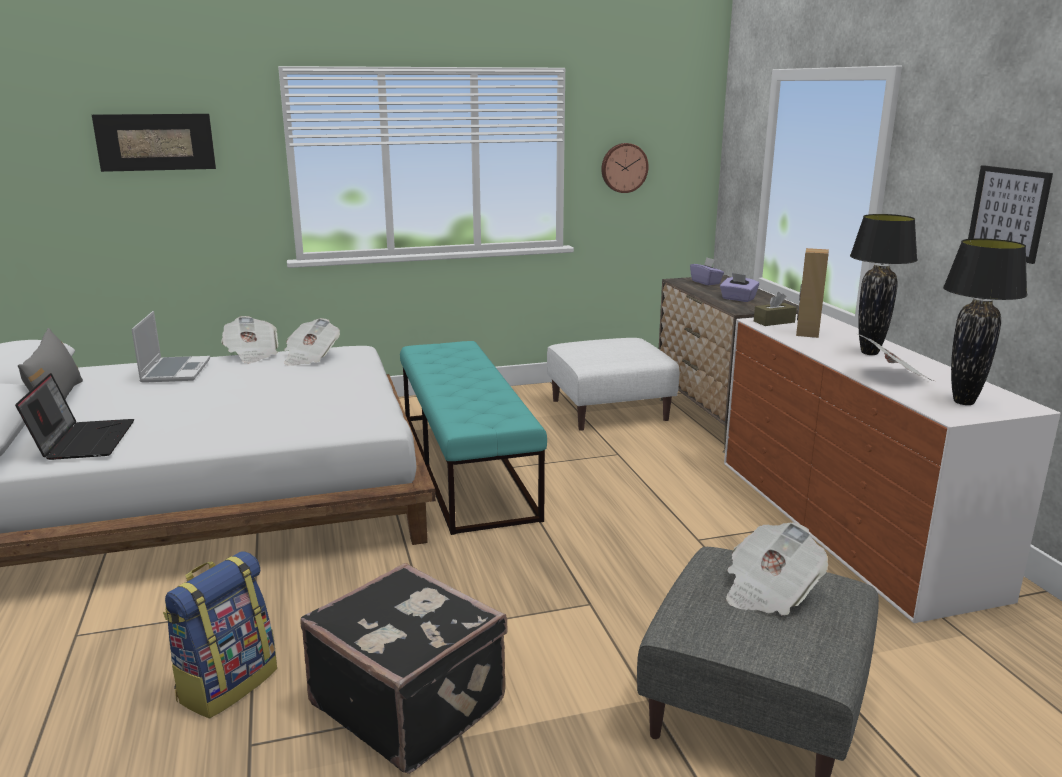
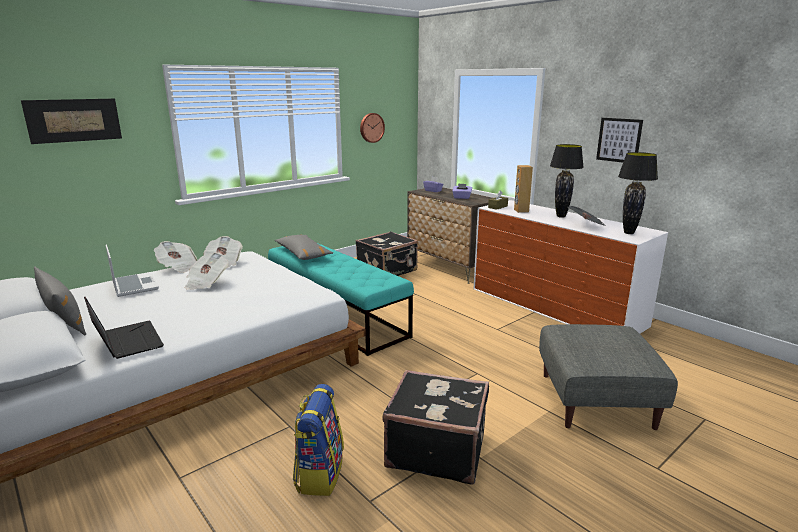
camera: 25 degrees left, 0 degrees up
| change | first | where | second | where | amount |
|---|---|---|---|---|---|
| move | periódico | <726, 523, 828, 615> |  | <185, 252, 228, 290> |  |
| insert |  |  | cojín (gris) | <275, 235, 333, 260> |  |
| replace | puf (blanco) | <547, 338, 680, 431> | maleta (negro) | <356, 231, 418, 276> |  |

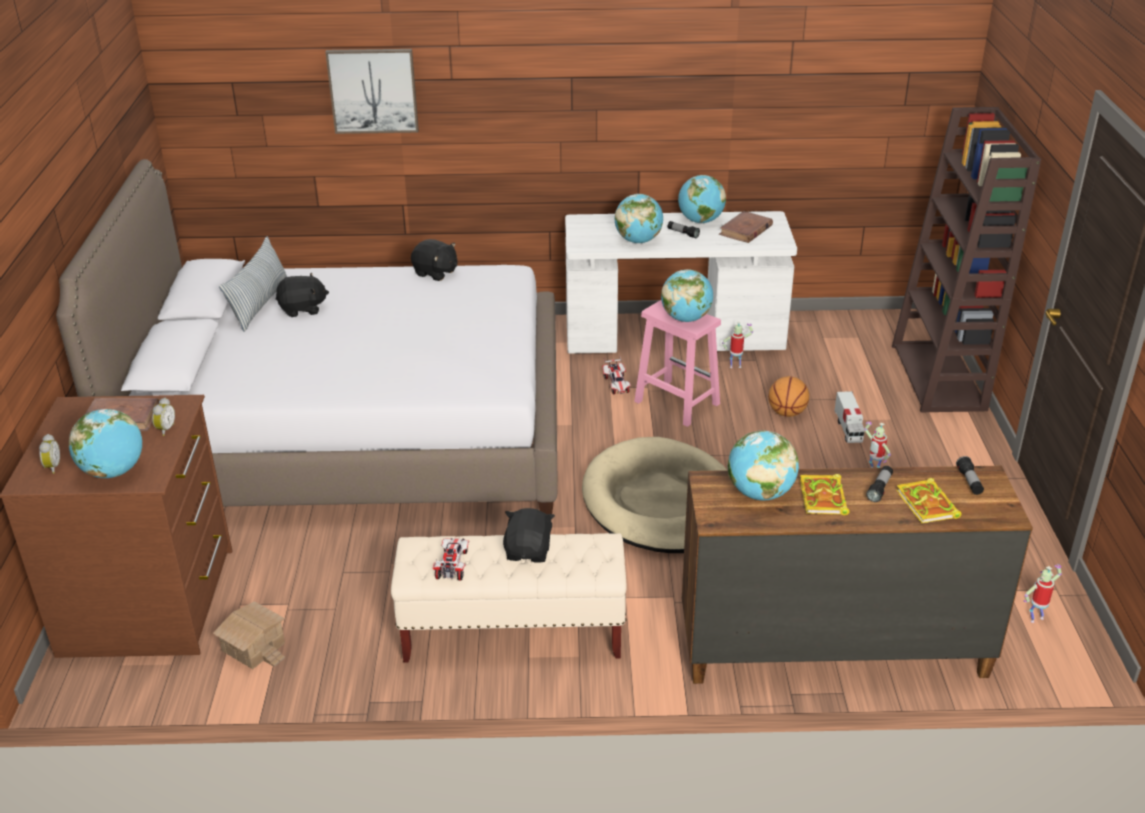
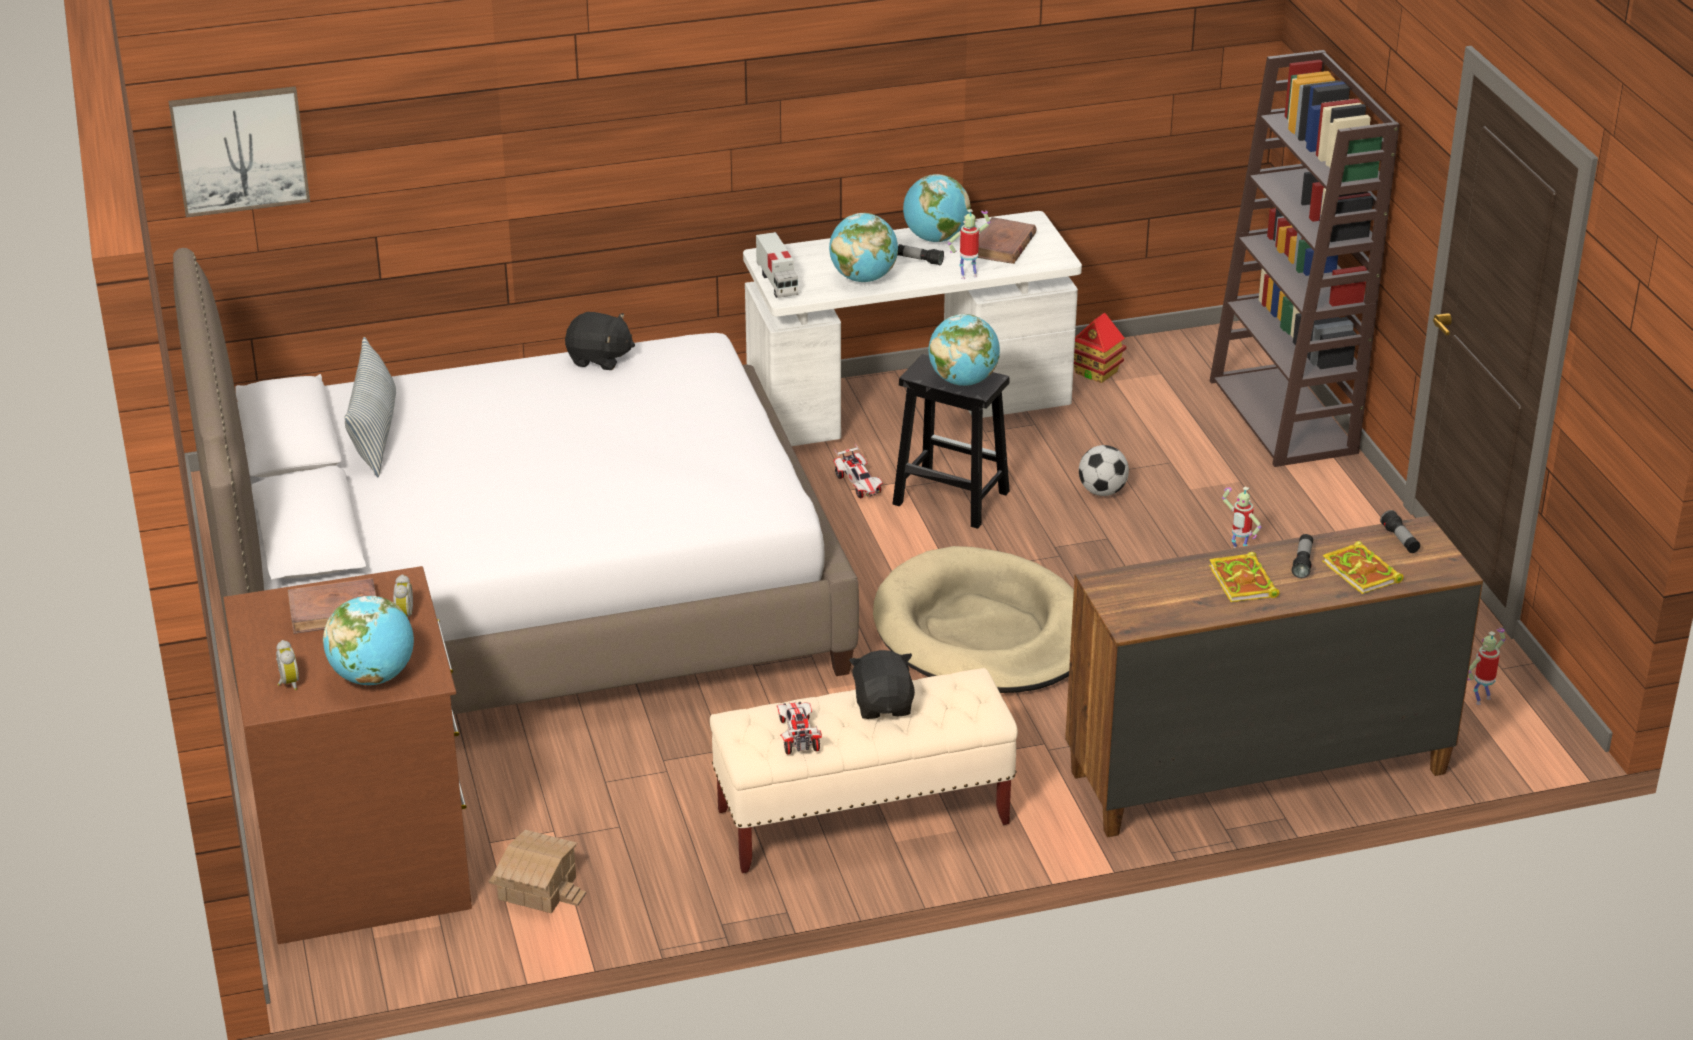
camera: 15 degrees left, 0 degrees up
| change | first | where | second | where | amount |
|---|---|---|---|---|---|
| move | cuadro | <325, 49, 419, 134> |  | <168, 86, 310, 218> |  |
| move | camión de juguete | <835, 391, 865, 443> |  | <756, 232, 798, 298> |  |
| recolor | taburete (rosa) | <634, 300, 721, 427> | taburete (negro) | <892, 354, 1010, 529> |  |
| move | robot de juguete | <722, 322, 753, 368> |  | <948, 209, 991, 279> |  |
| insert |  |  | casita | <1074, 313, 1127, 383> |  |
| replace | balón de baloncesto | <768, 376, 809, 417> | balón de fútbol | <1079, 445, 1129, 496> |  |
| delete | peluche (negro) | <276, 273, 329, 317> |  |  |  |
| delete | globo terráqueo | <728, 431, 799, 501> |  |  |  |

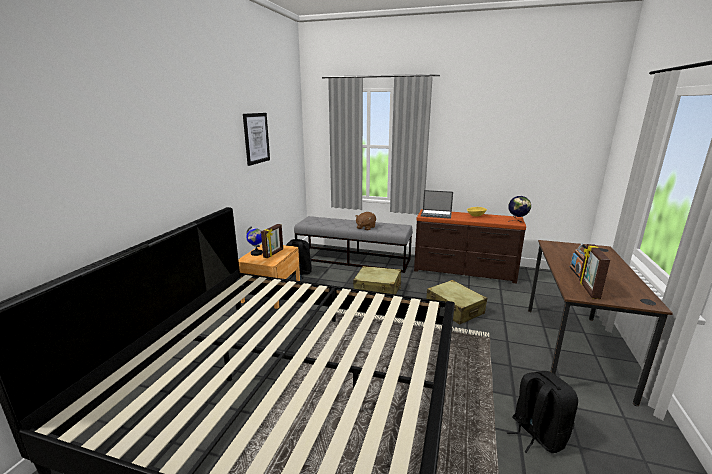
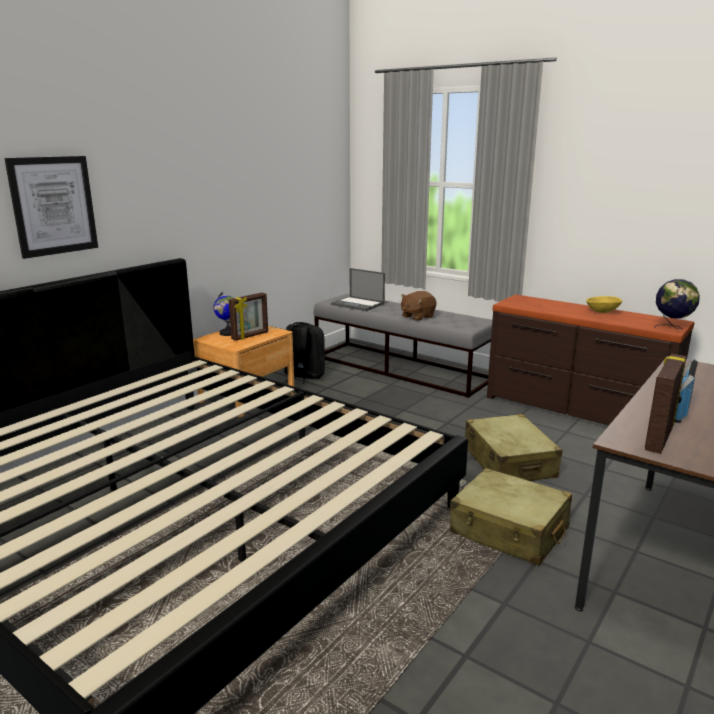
camera: 20 degrees right, 0 degrees up
| change | first | where | second | where | amount |
|---|---|---|---|---|---|
| move | cuadro | <243, 113, 270, 166> |  | <4, 156, 98, 259> |  |
| move | portátil | <421, 190, 453, 219> |  | <331, 268, 385, 311> |  |
| move | maleta (beis) | <353, 266, 401, 294> |  | <450, 468, 572, 566> |  |
| delete | mochila (negro) | <507, 371, 578, 453> |  |  |  |

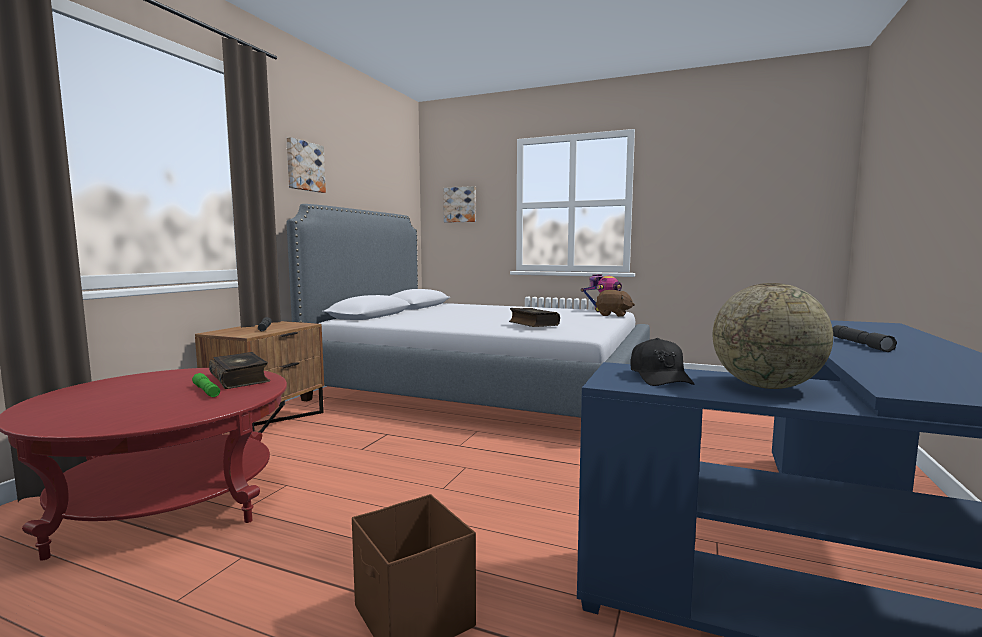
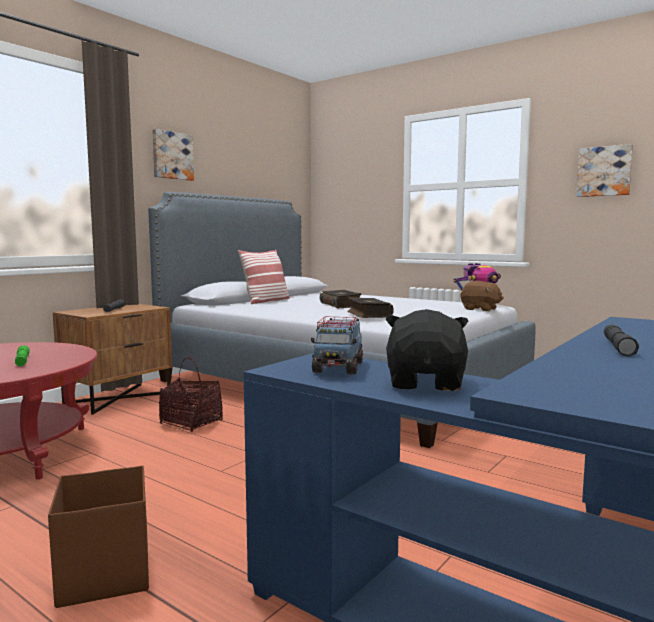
camera: 15 degrees right, 0 degrees up
| change | first | where | second | where | amount |
|---|---|---|---|---|---|
| insert |  |  | cesta | <159, 357, 223, 432> |  |
| insert |  |  | cojín | <238, 250, 290, 304> |  |
| replace | gorra (negro) | <630, 338, 694, 386> | camión de juguete | <311, 317, 363, 375> |  |
| move | libro | <209, 352, 270, 389> |  | <320, 290, 362, 308> |  |
| replace | globo terráqueo | <713, 283, 833, 389> | peluche (negro) | <386, 309, 469, 391> |  |
| move | cuadro | <443, 186, 476, 223> |  | <576, 144, 633, 197> |  |

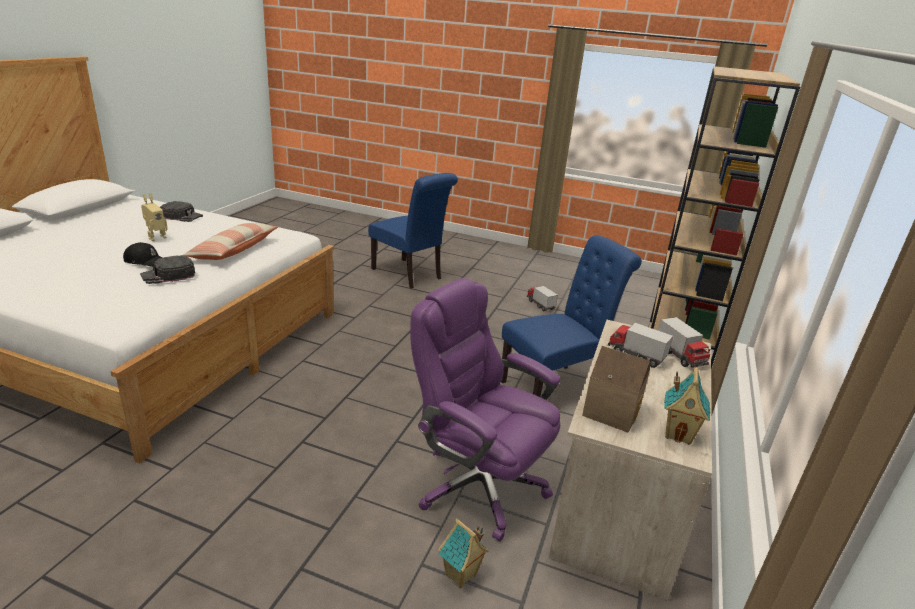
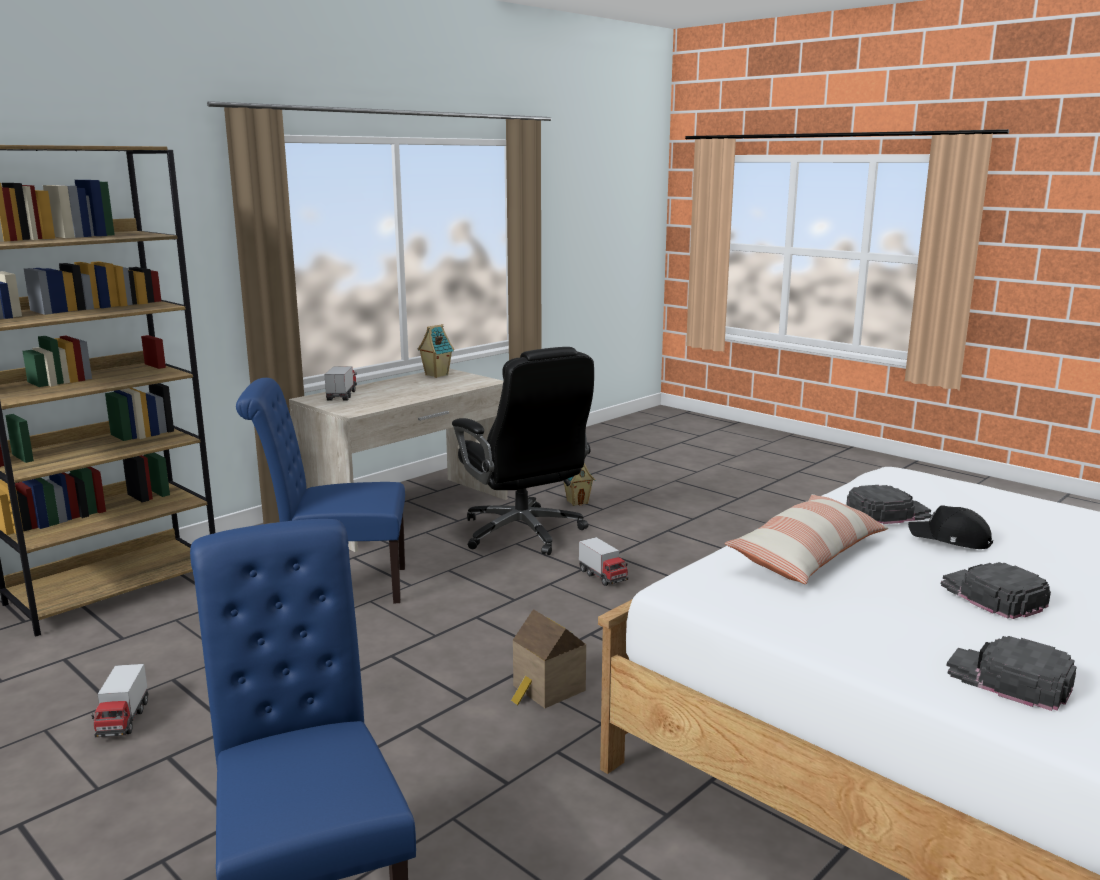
camera: 155 degrees left, 10 degrees down
| change | first | where | second | where | amount |
|---|---|---|---|---|---|
| recolor | silla de oficina (morado) | <410, 278, 560, 542> | silla de oficina (negro) | <452, 347, 594, 555> |  |
| move | casita | <582, 346, 650, 433> |  | <511, 609, 586, 708> |  |
| move | camión de juguete | <608, 323, 673, 368> |  | <579, 537, 628, 586> |  |
| replace | robot de juguete | <141, 193, 168, 241> | gorra (negro) | <941, 562, 1051, 619> |  |

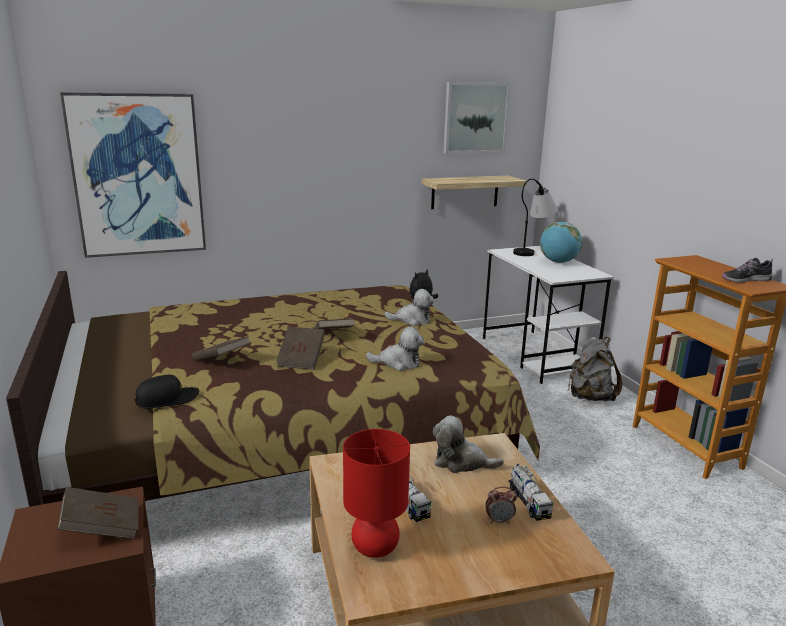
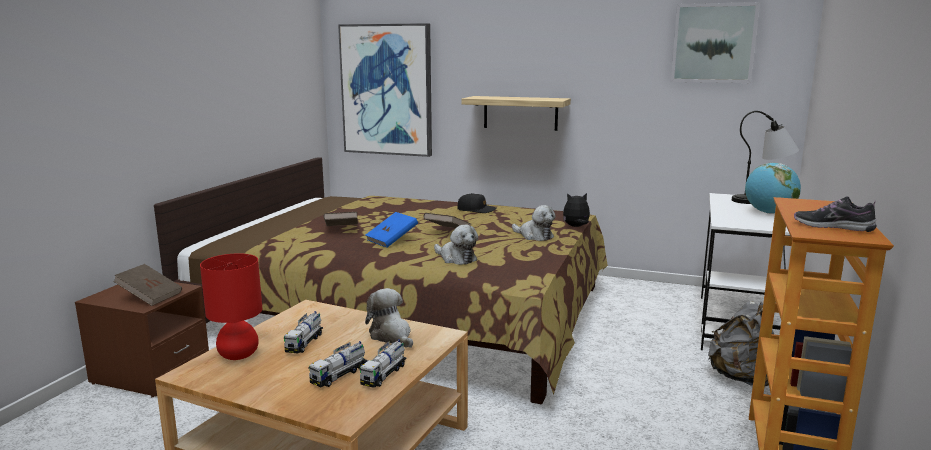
camera: 40 degrees right, 5 degrees down
| change | first | where | second | where | amount |
|---|---|---|---|---|---|
| replace | despertador | <485, 487, 517, 524> | camión de juguete | <309, 341, 368, 387> |  |
| recolor | libro (marrón) | <276, 327, 325, 370> | libro (azul) | <366, 212, 418, 248> |  |
| move | gorra (negro) | <135, 375, 199, 409> |  | <457, 193, 497, 213> |  |
| move | estante | <422, 176, 527, 209> |  | <461, 96, 571, 131> |  |

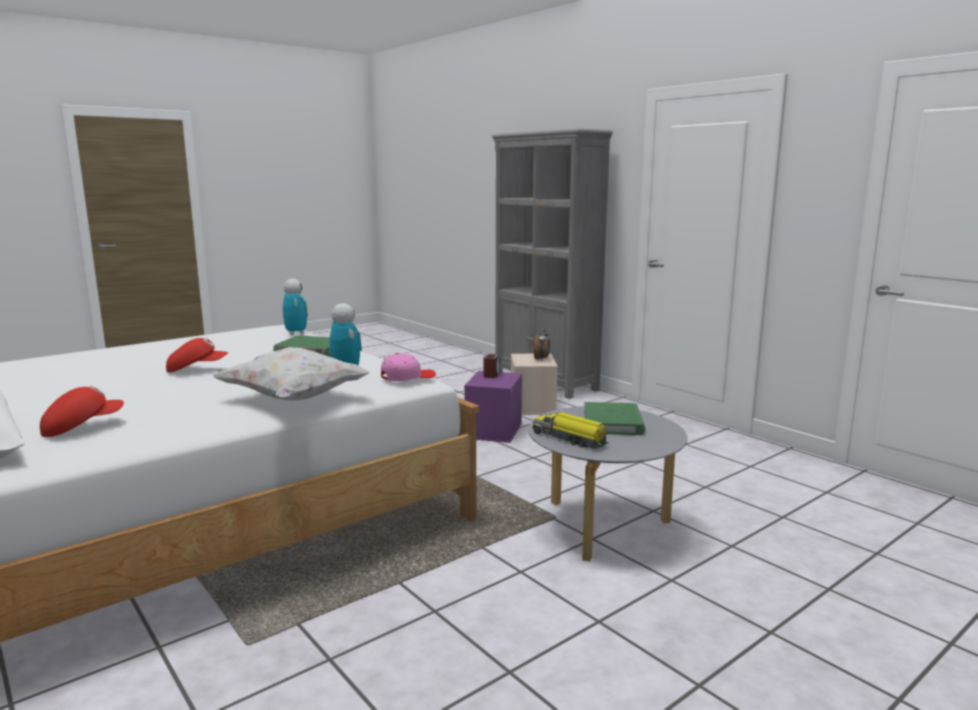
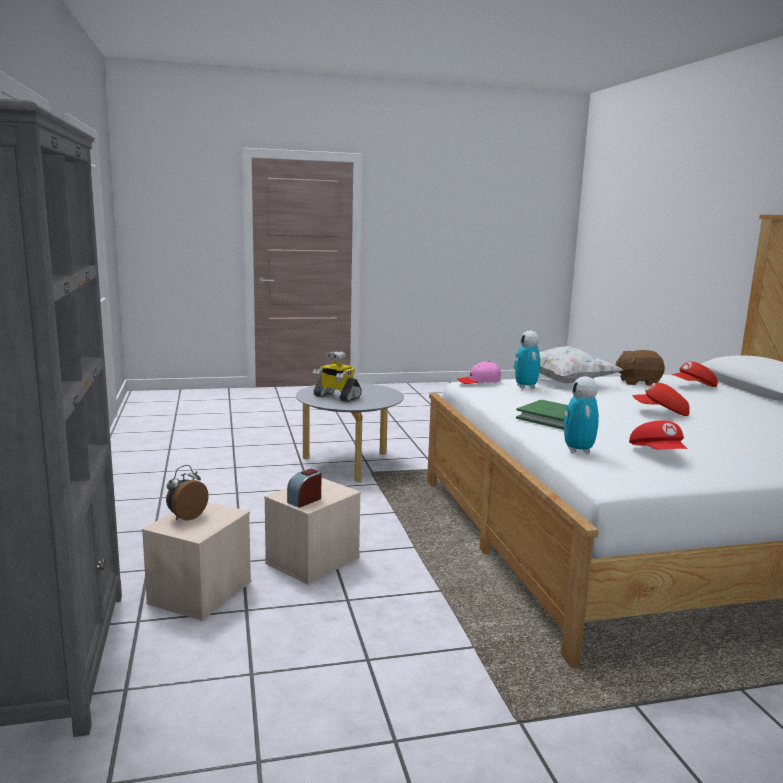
camera: 155 degrees left, 0 degrees up
| change | first | where | second | where | amount |
|---|---|---|---|---|---|
| recolor | caja de almacenaje (morado) | <464, 371, 522, 443> | caja de almacenaje (beis) | <264, 478, 361, 584> |  |
| replace | libro (verde) | <584, 402, 645, 435> | robot de juguete | <313, 351, 362, 402> |  |
| insert |  |  | peluche (marrón) | <615, 350, 665, 385> |  |
| insert |  |  | gorra (rojo) | <629, 420, 687, 449> |  |
| delete | camión de juguete | <533, 412, 609, 449> |  |  |  |

